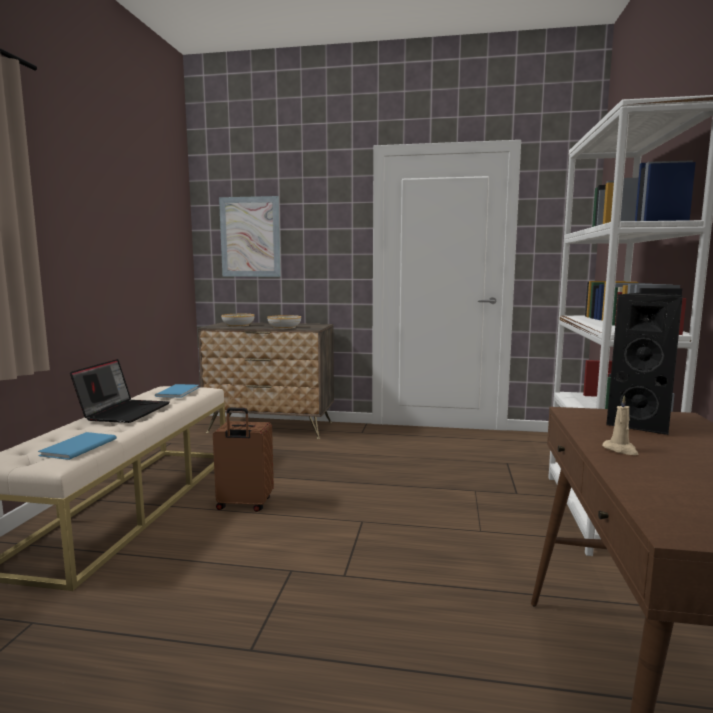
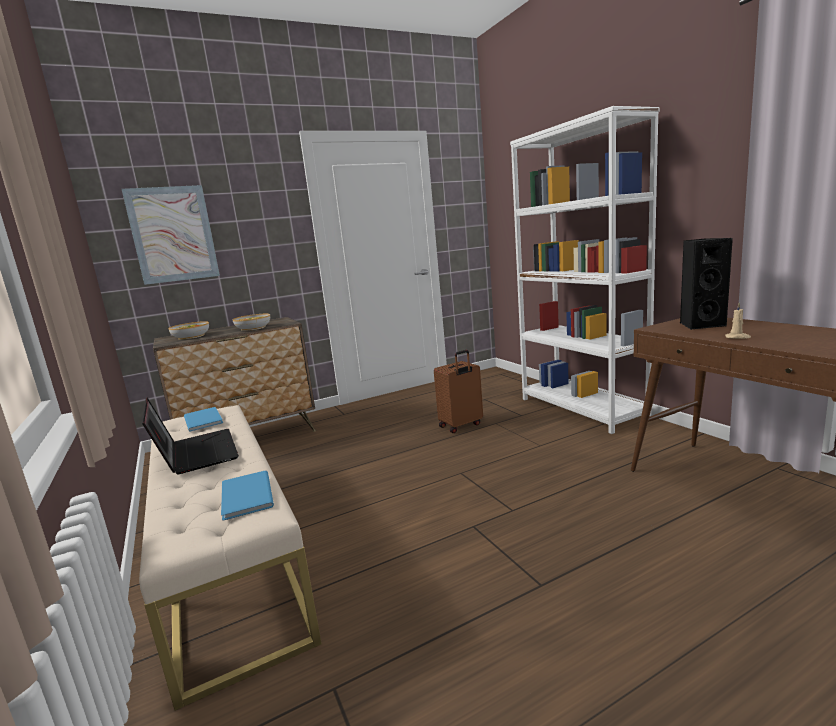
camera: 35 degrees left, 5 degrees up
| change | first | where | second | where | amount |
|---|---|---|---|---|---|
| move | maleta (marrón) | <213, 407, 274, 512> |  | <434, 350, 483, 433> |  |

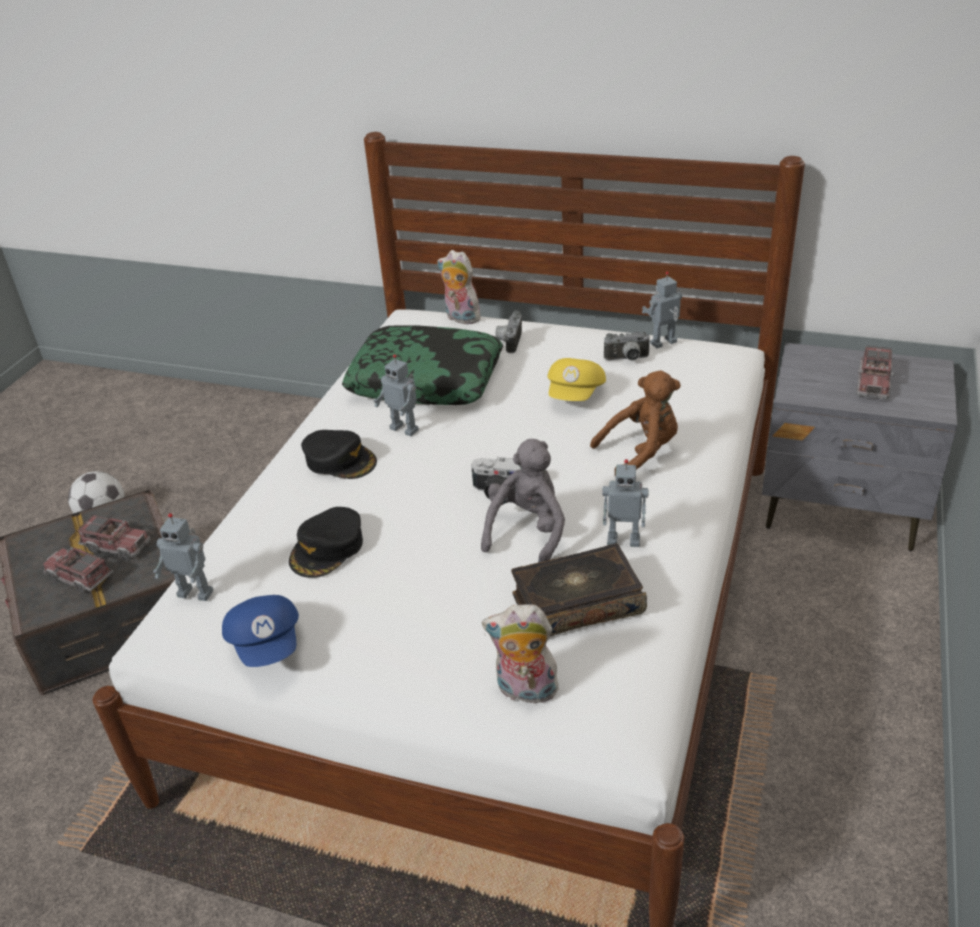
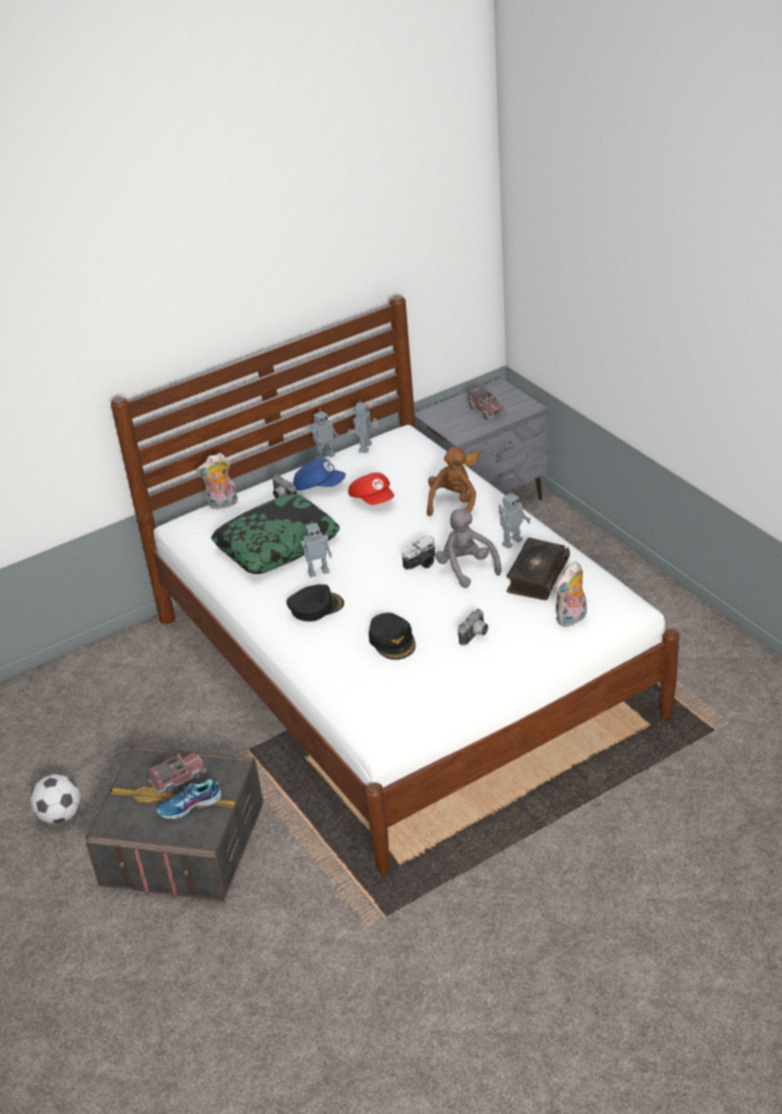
camera: 50 degrees left, 0 degrees up
| change | first | where | second | where | amount |
|---|---|---|---|---|---|
| replace | camión de juguete | <43, 547, 113, 593> | zapato | <157, 779, 222, 819> |  |
| move | gorra (azul) | <222, 595, 299, 667> |  | <293, 458, 346, 490> |  |
| move | robot de juguete | <153, 513, 213, 601> |  | <311, 408, 340, 459> |  |
| recolor | gorra (amarillo) | <547, 358, 606, 401> | gorra (rojo) | <348, 472, 394, 505> |  |
| move | cámara | <604, 332, 651, 361> |  | <458, 609, 488, 646> |  |

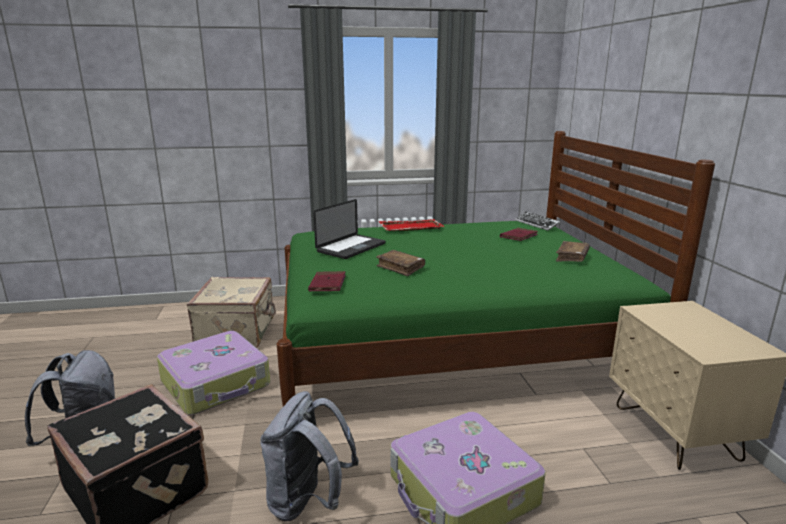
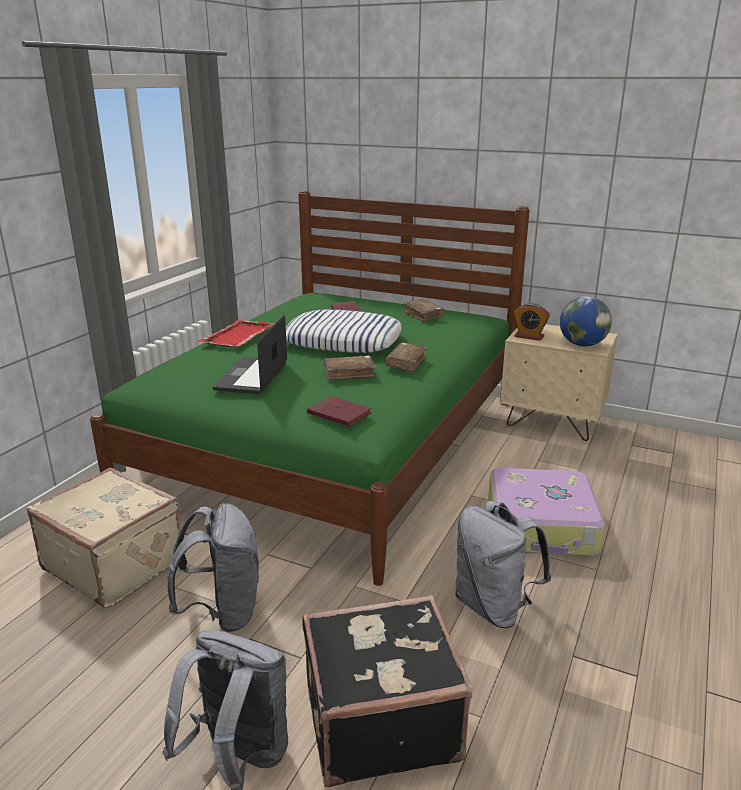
camera: 55 degrees left, 5 degrees up
| change | first | where | second | where | amount |
|---|---|---|---|---|---|
| replace | maleta | <157, 331, 270, 415> | mochila (gris) | <167, 503, 259, 632> |  |
| rotate | portátil | <314, 199, 385, 259> |  | <213, 315, 287, 394> | 150 degrees counterclockwise |
| insert |  |  | cojín | <286, 310, 402, 353> |  |
| insert |  |  | libro (marrón) | <385, 343, 427, 373> |  |
| insert |  |  | despertador | <514, 303, 550, 341> |  |
| insert |  |  | globo terráqueo | <560, 296, 612, 346> |  |
| delete | teclado | <515, 212, 560, 231> |  |  |  |

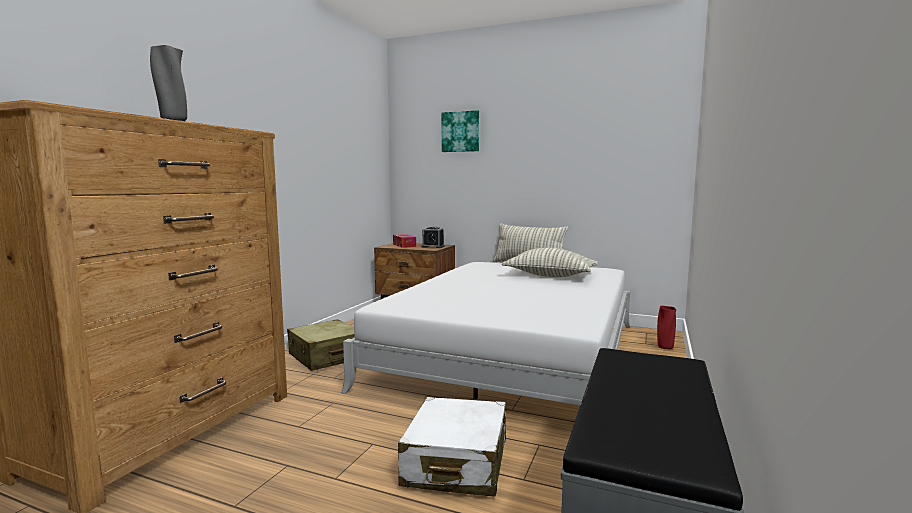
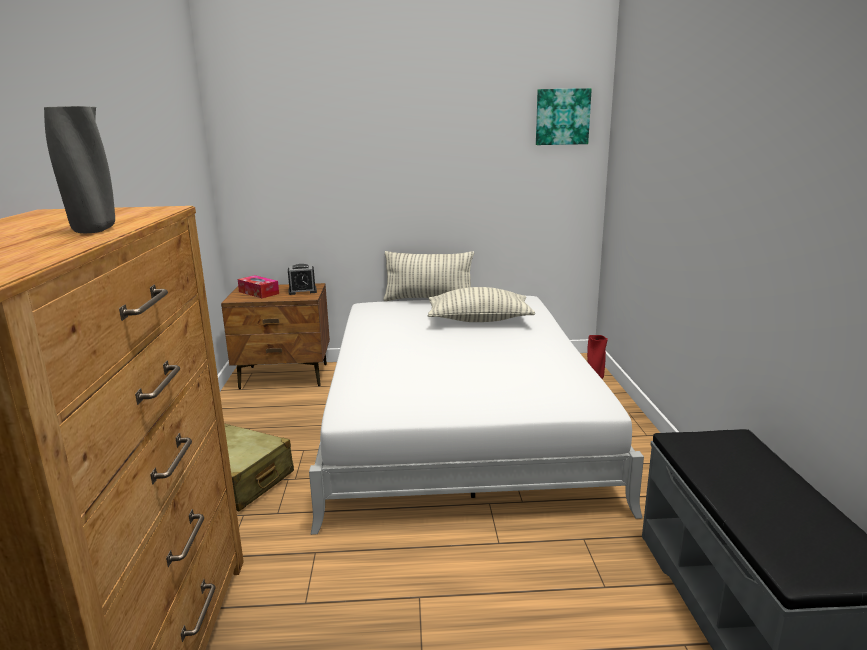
camera: 25 degrees left, 10 degrees up
| change | first | where | second | where | amount |
|---|---|---|---|---|---|
| move | cuadro | <442, 110, 479, 152> |  | <536, 88, 592, 145> |  |
| delete | maleta (blanco) | <398, 397, 506, 496> |  |  |  |

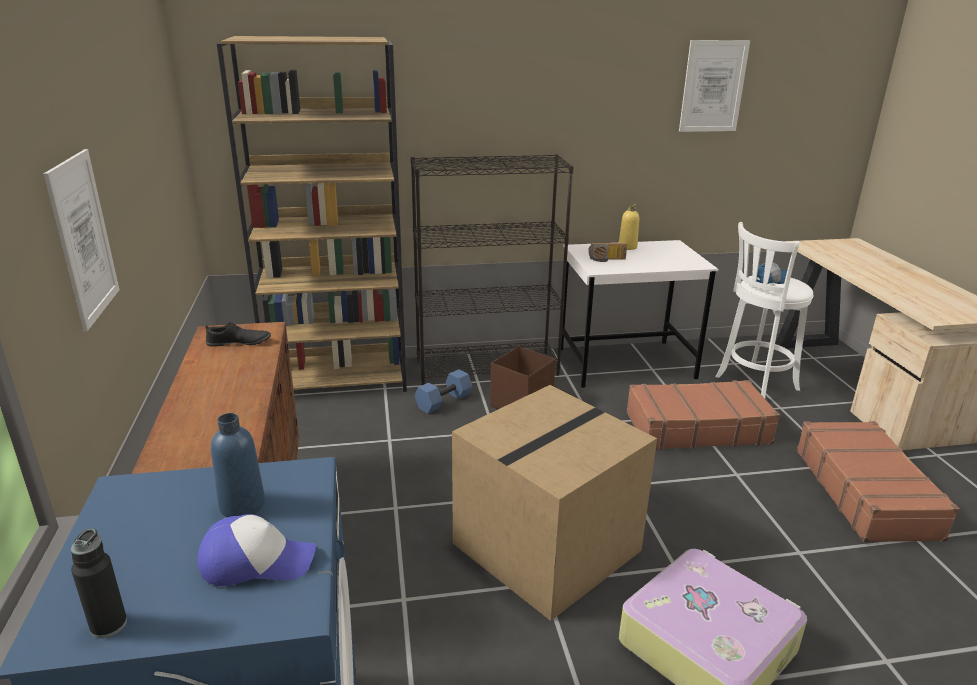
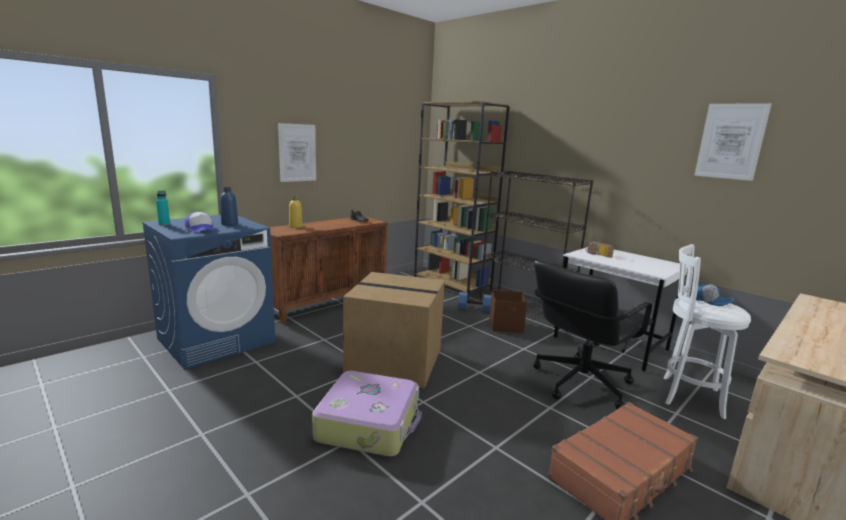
camera: 55 degrees right, 10 degrees down
| change | first | where | second | where | amount |
|---|---|---|---|---|---|
| recolor | botella (negro) | <71, 529, 127, 638> | botella (turquesa) | <156, 190, 170, 225> |  |
| move | botella (amarillo) | <619, 204, 639, 250> |  | <289, 196, 303, 228> |  |
| replace | maleta (marrón) | <627, 380, 780, 450> | silla de oficina (negro) | <533, 260, 653, 409> |  |

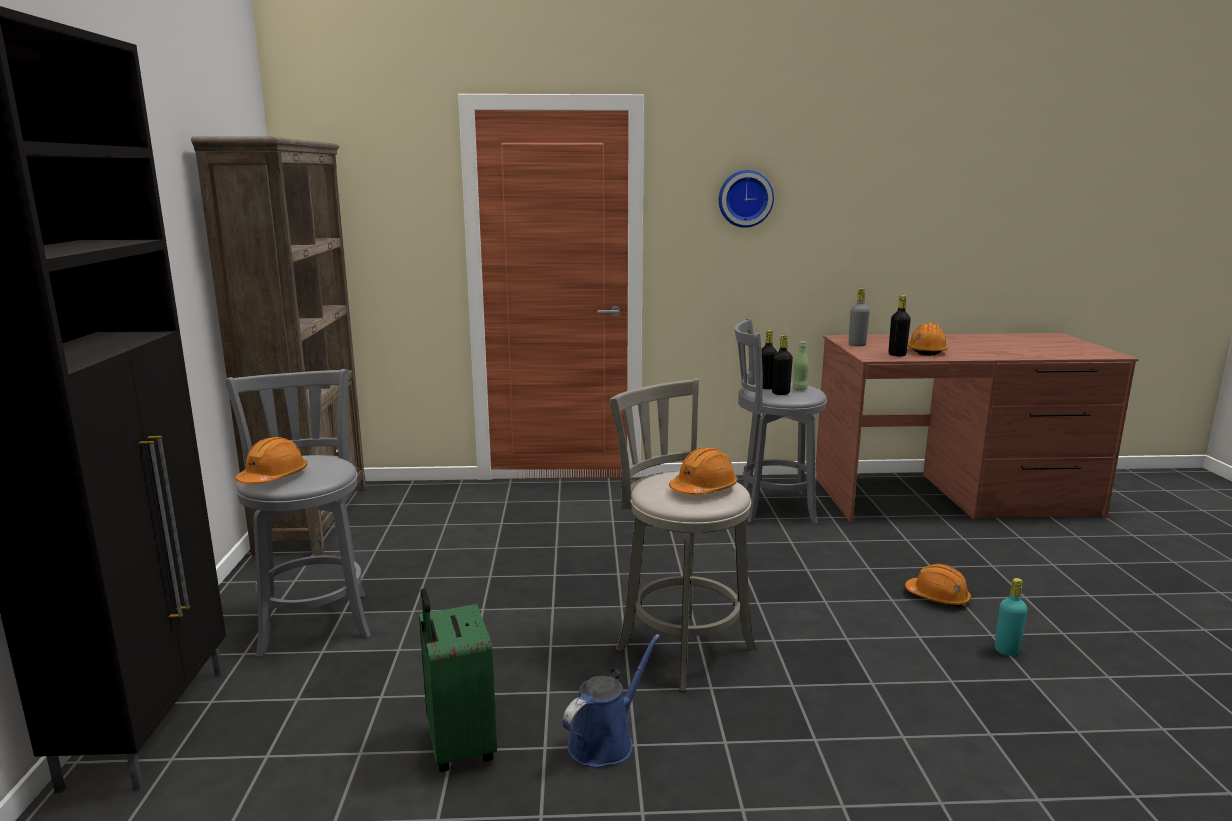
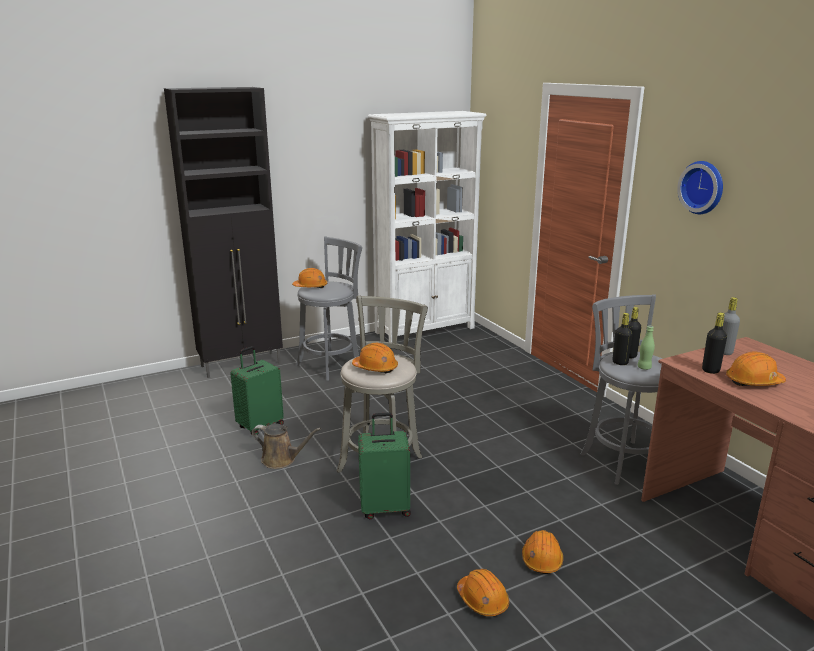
camera: 65 degrees right, 5 degrees up
| change | first | where | second | where | amount |
|---|---|---|---|---|---|
| recolor | regadera (azul) | <562, 634, 660, 768> | regadera (marrón) | <252, 424, 321, 469> |  |
| insert |  |  | maleta (verde) | <358, 413, 411, 519> |  |
| recolor | estantería (marrón) | <191, 137, 366, 556> | estantería (blanco) | <368, 111, 487, 343> |  |
| replace | botella (turquesa) | <995, 578, 1027, 656> | casco (naranja) | <457, 569, 509, 616> |  |

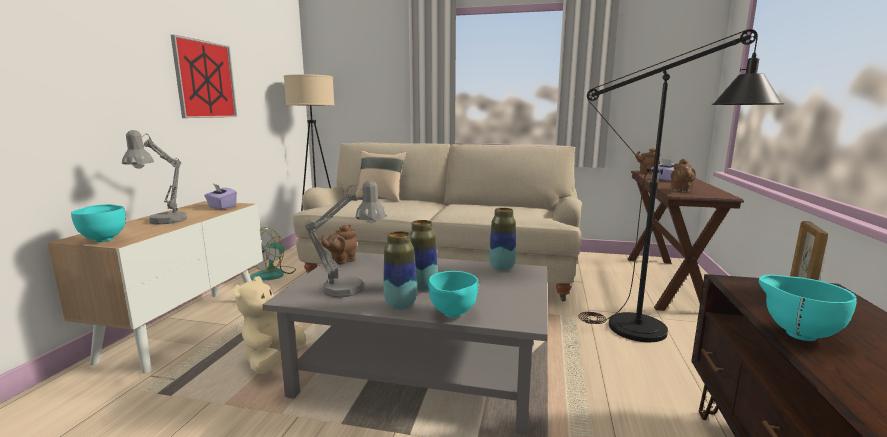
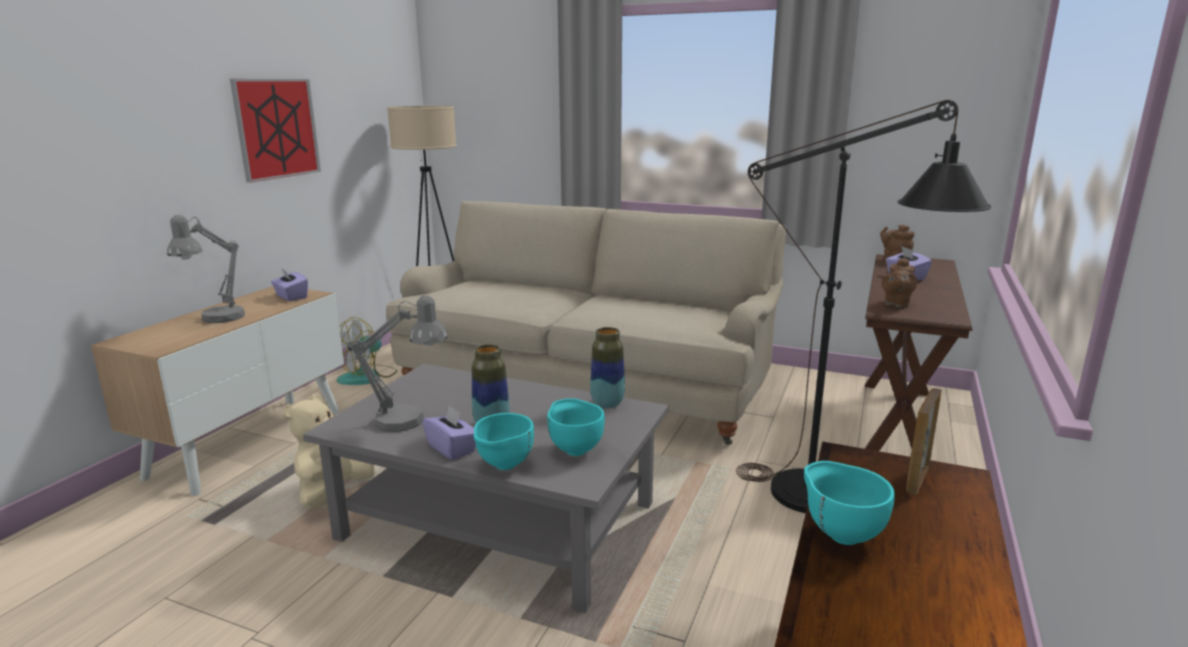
camera: 10 degrees right, 5 degrees up
| change | first | where | second | where | amount |
|---|---|---|---|---|---|
| replace | florero | <383, 231, 417, 310> | caja de pañuelos (morado) | <422, 405, 476, 460> |  |
| move | cuenco (turquesa) | <71, 204, 126, 242> |  | <547, 398, 605, 456> |  |
| delete | tetera (marrón) | <321, 224, 357, 265> |  |  |  |
| delete | cojín (beis) | <355, 150, 407, 202> |  |  |  |

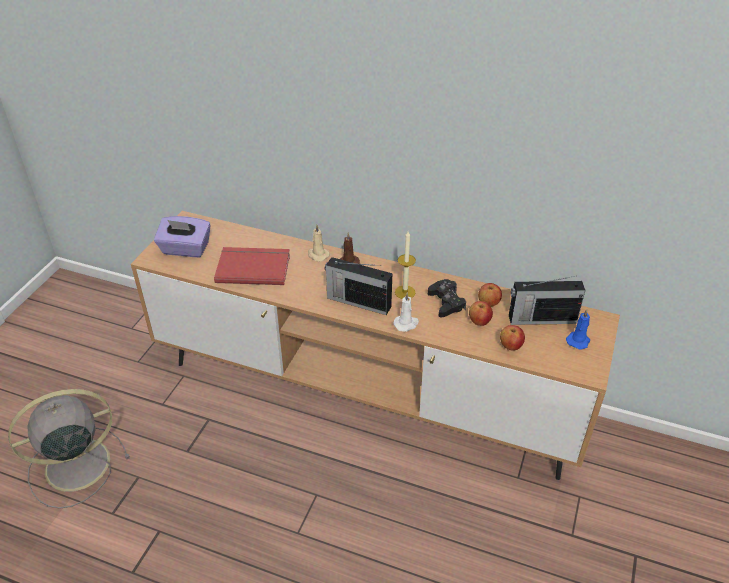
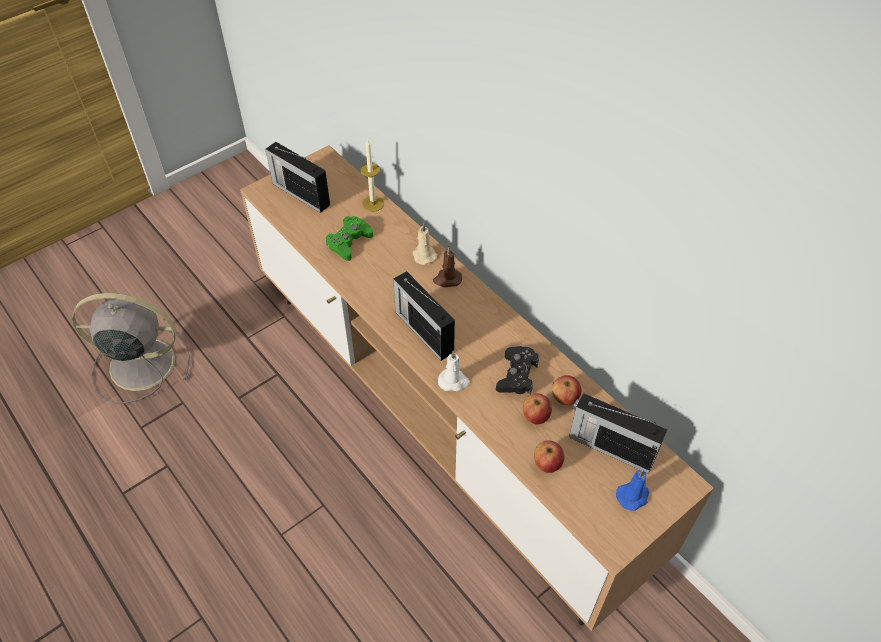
camera: 30 degrees right, 10 degrees up
| change | first | where | second | where | amount |
|---|---|---|---|---|---|
| replace | caja de pañuelos (morado) | <154, 216, 211, 257> | radio | <265, 142, 330, 213> |  |
| replace | libro (rojo) | <214, 247, 290, 285> | mando de consola (verde) | <326, 216, 373, 261> |  |
| move | vela | <395, 231, 416, 299> |  | <360, 138, 384, 212> |  |

